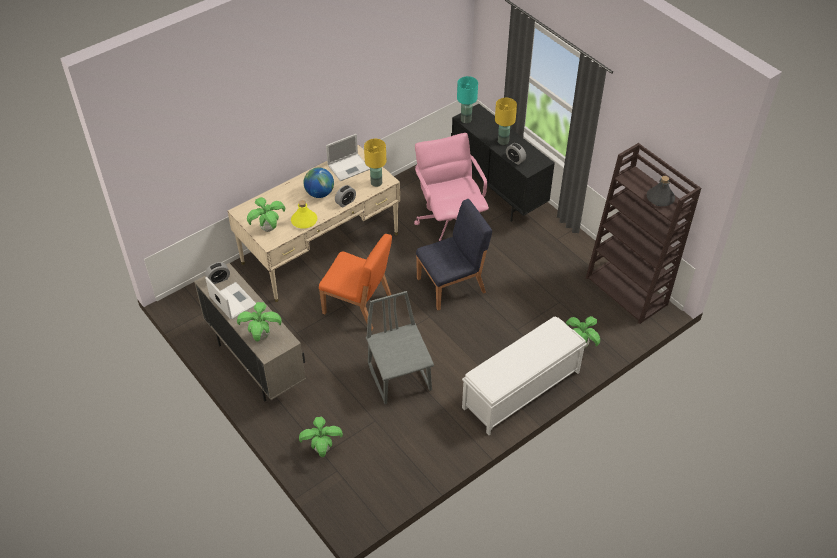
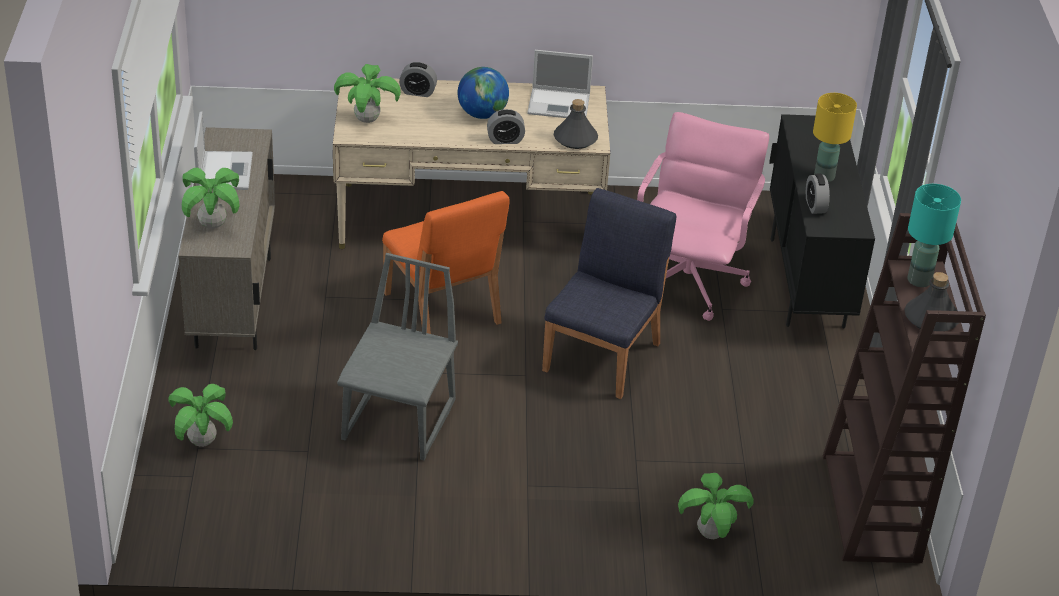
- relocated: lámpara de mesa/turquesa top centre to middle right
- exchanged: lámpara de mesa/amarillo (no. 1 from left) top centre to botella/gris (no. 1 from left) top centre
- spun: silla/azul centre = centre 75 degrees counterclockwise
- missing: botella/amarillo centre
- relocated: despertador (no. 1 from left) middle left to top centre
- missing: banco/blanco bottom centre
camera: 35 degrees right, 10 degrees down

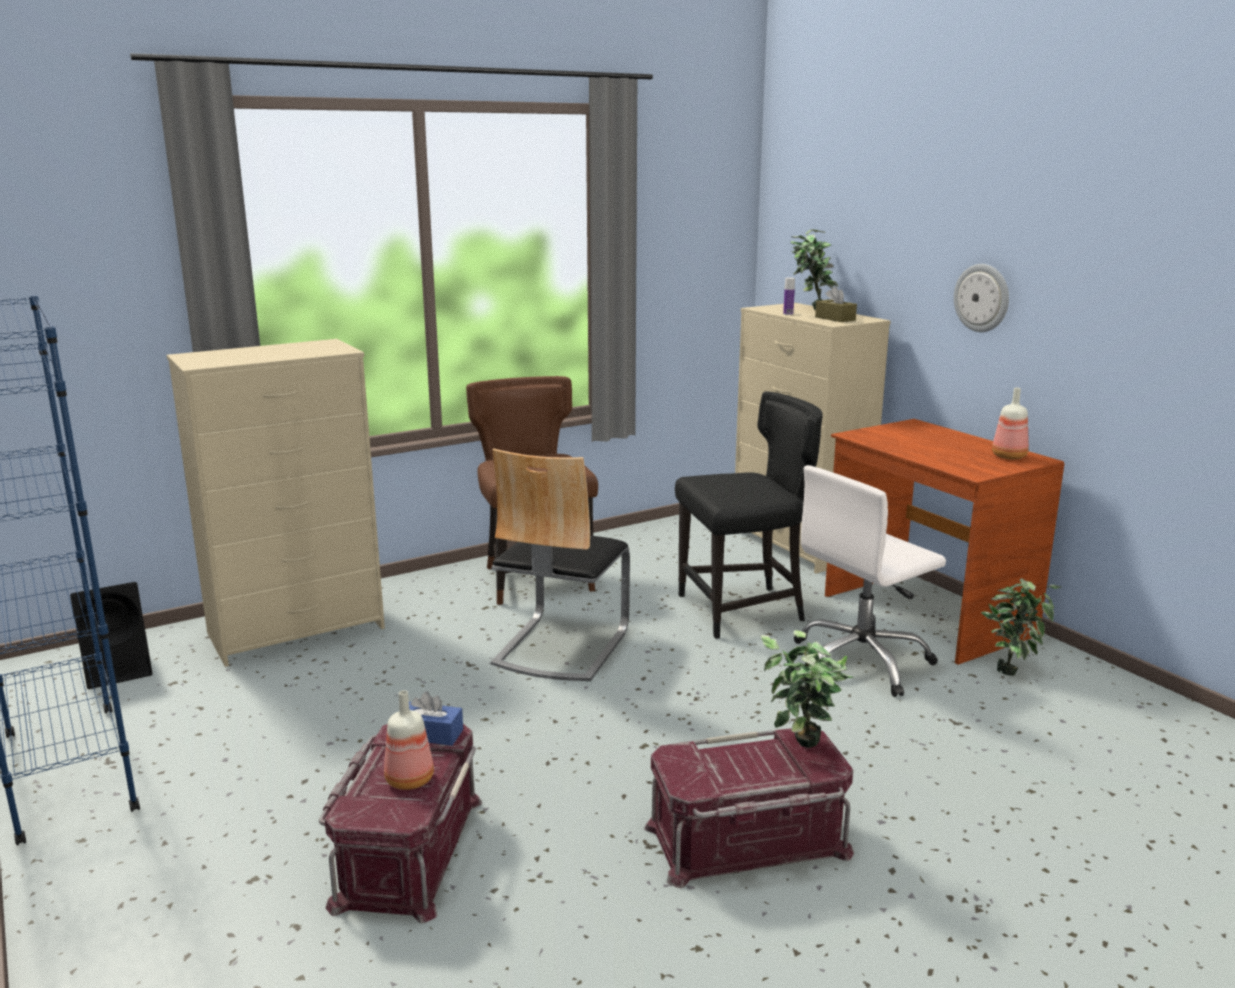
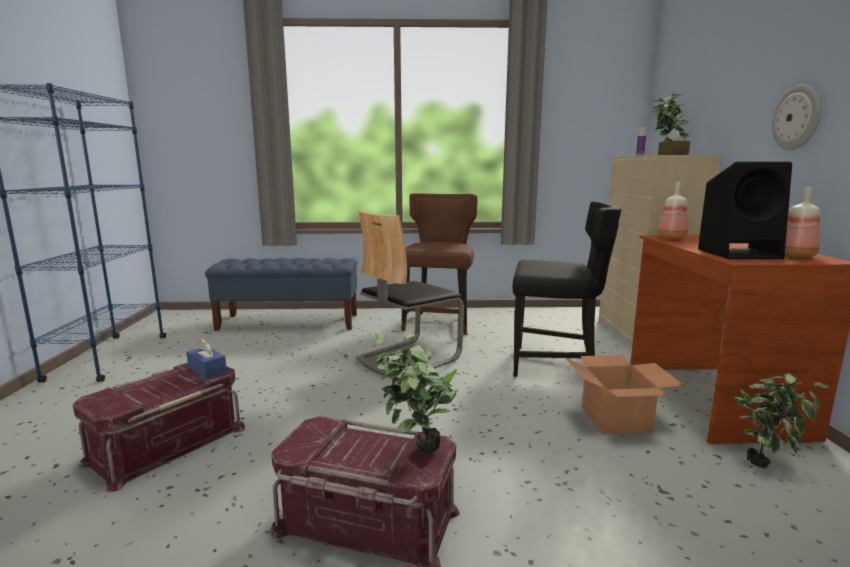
- exchanged: cómoda/beis (no. 1 from left) middle left to banco/azul middle left
- exchanged: silla de oficina/blanco middle right to caja de cartón bottom right
- relocated: altavoz/negro middle left to middle right
- relocated: botella (no. 1 from left in the first image) bottom left to botella (no. 2 from left) middle right
camera: 30 degrees right, 5 degrees down

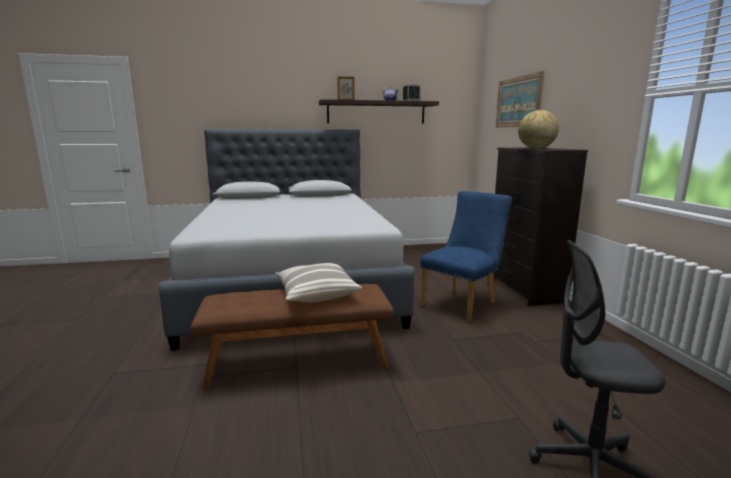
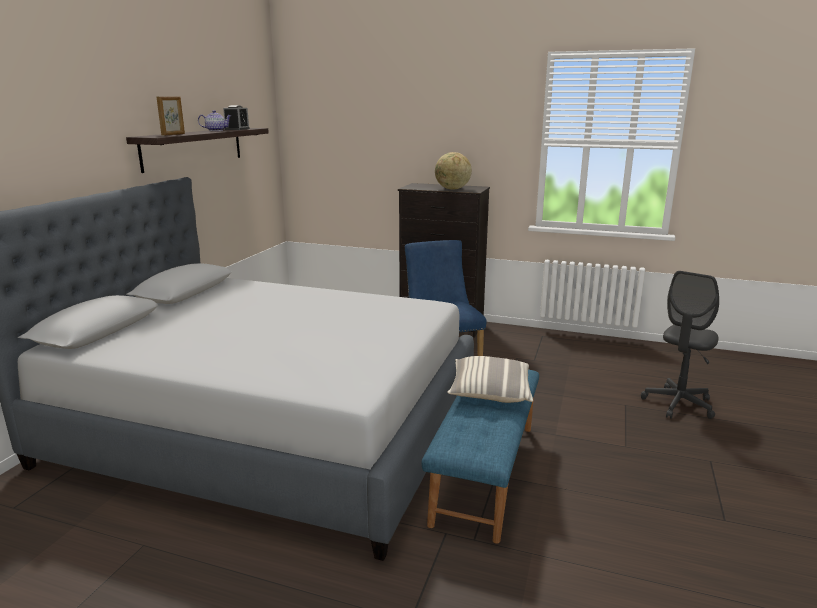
- missing: cuadro top right
- colour: banco/marrón bottom centre to banco/azul bottom centre
camera: 60 degrees left, 5 degrees up

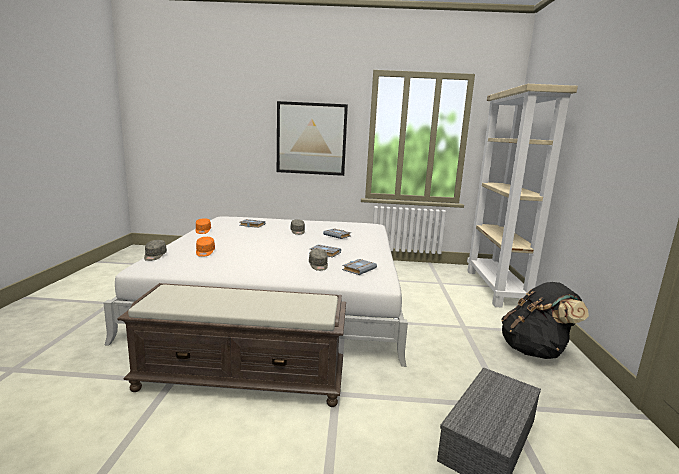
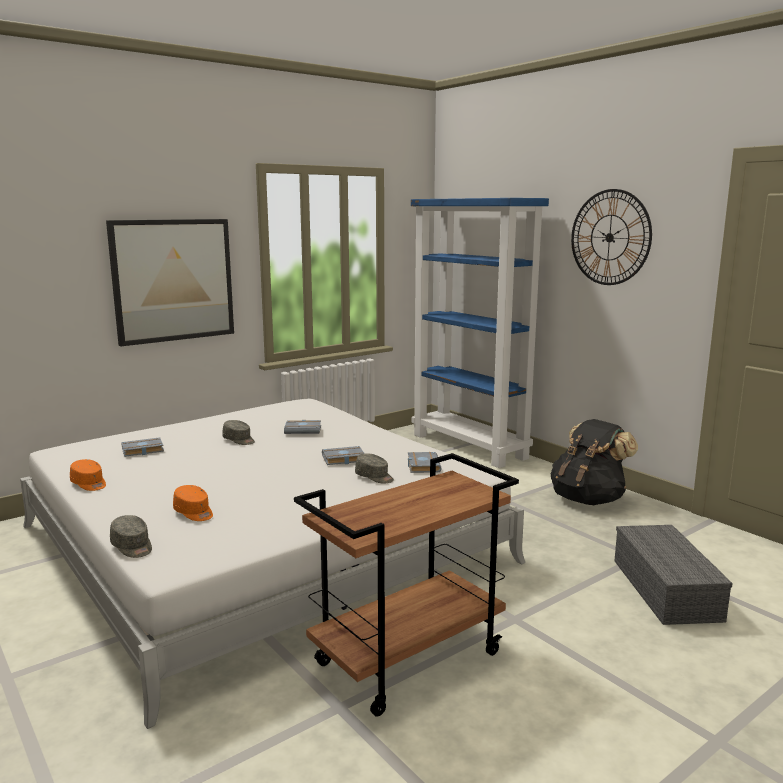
- colour: estantería/beis middle right to estantería/azul centre
- exchanged: banco/marrón bottom centre to carrito/marrón bottom centre
- appeared: reloj de pared top right
camera: 40 degrees left, 0 degrees up

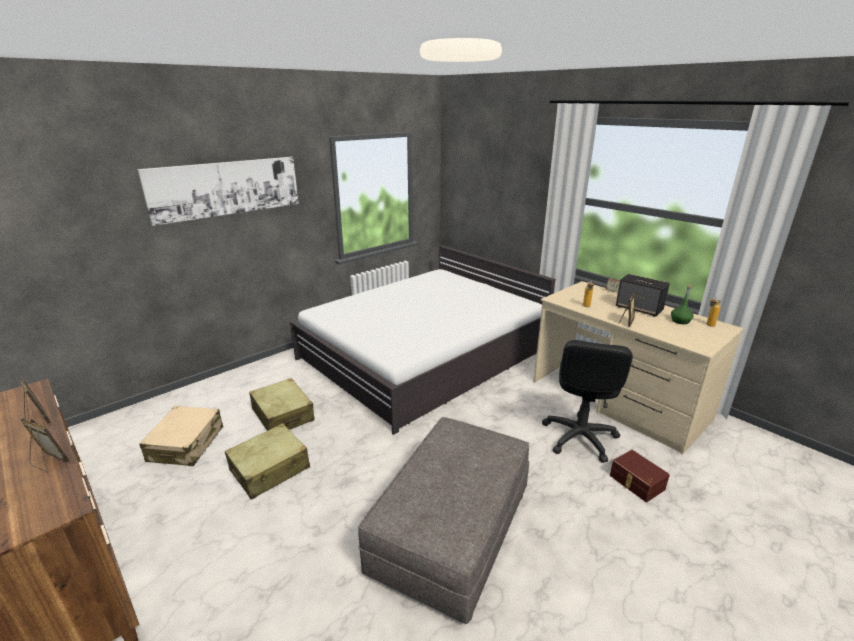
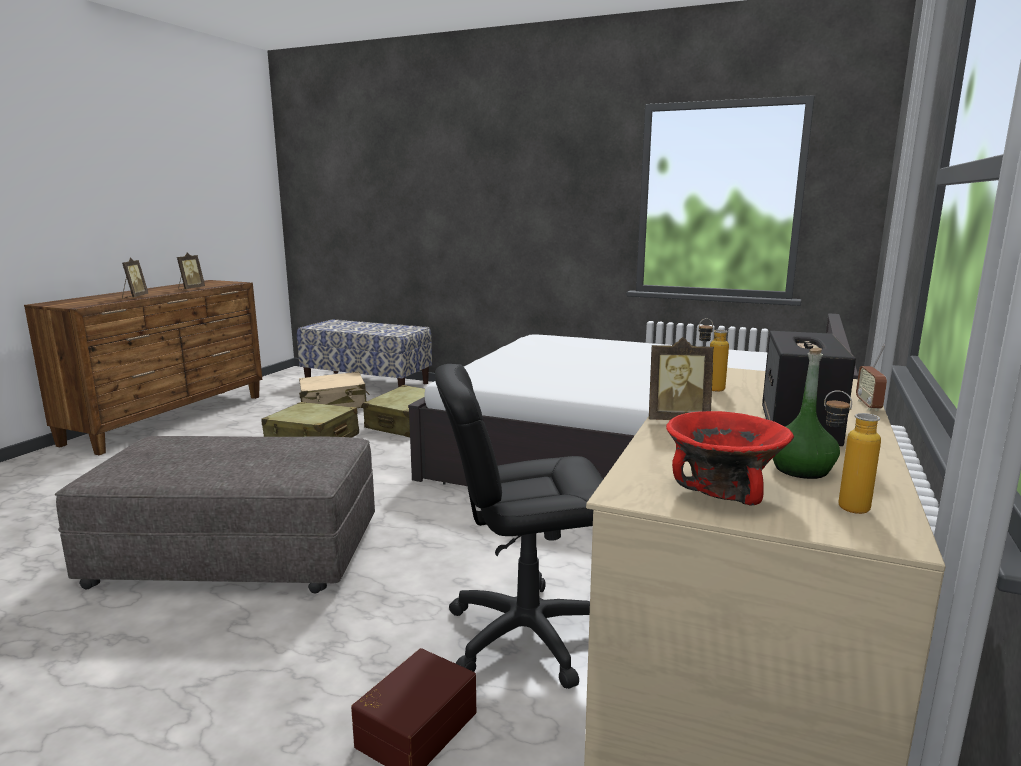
- missing: cuadro top left
- appeared: banco centre
- appeared: cuenco/rojo middle right
camera: 65 degrees right, 10 degrees down

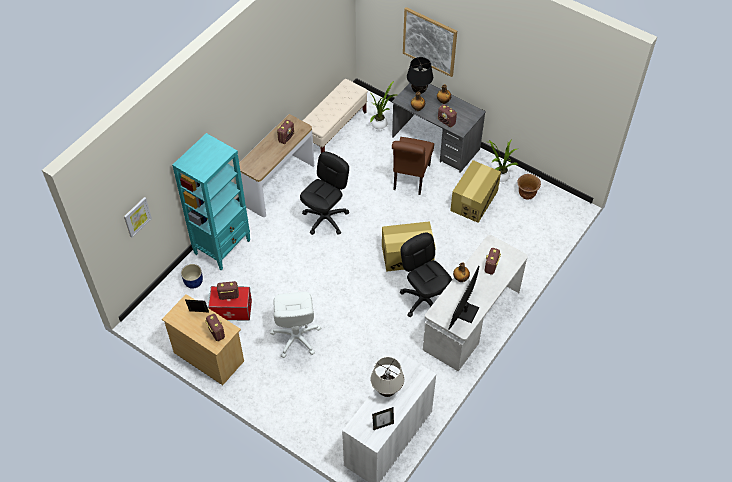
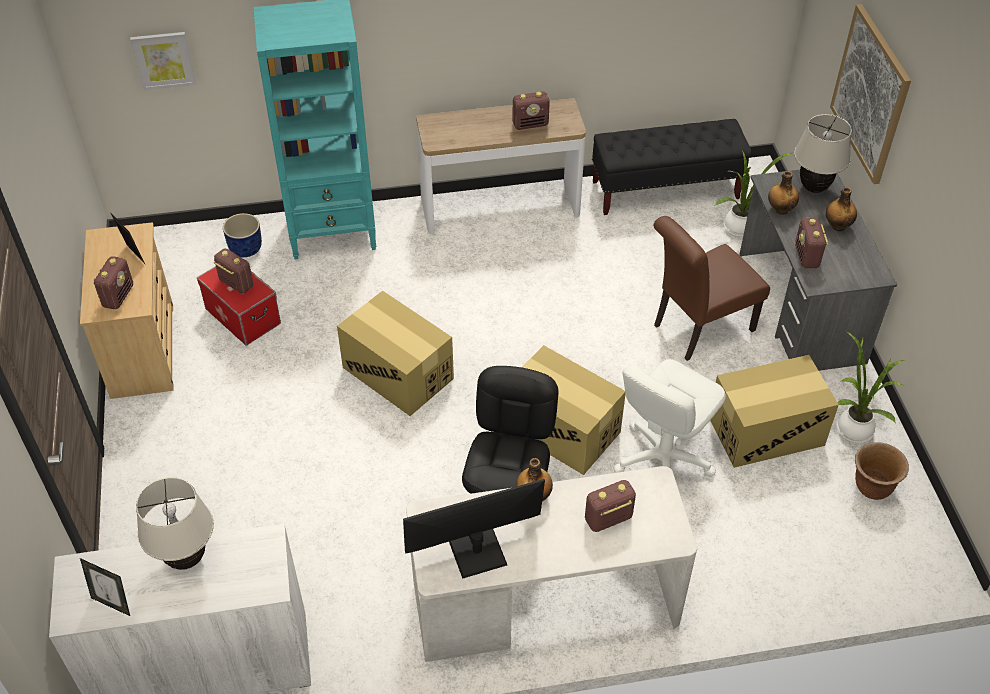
- colour: lámpara de mesa/negro top centre to lámpara de mesa/beis (no. 2 from left) top right
- colour: banco/beis top centre to banco/negro top right
- missing: silla de oficina/negro (no. 1 from left) centre
- relocated: silla de oficina/blanco bottom centre to middle right
- appeared: caja de cartón (no. 1 from left) centre
camera: 45 degrees right, 5 degrees down

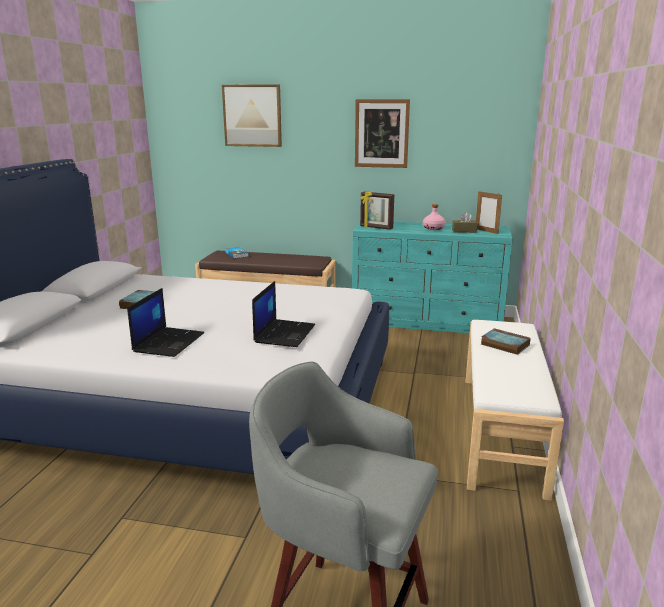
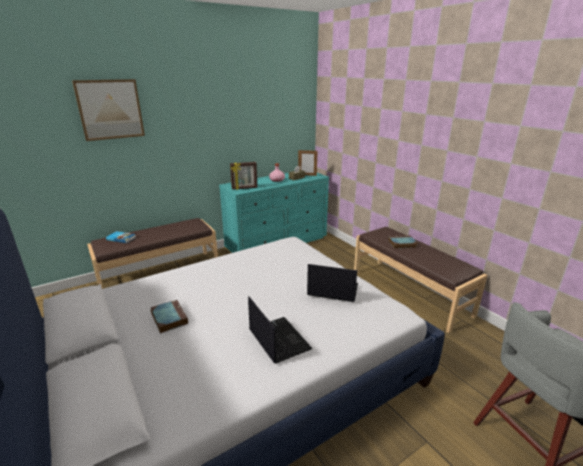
- missing: cuadro (no. 2 from left) top centre
- spun: portátil (no. 2 from left) centre = centre 45 degrees counterclockwise
- colour: banco/blanco bottom right to banco/marrón (no. 2 from left) middle right
camera: 45 degrees left, 5 degrees up

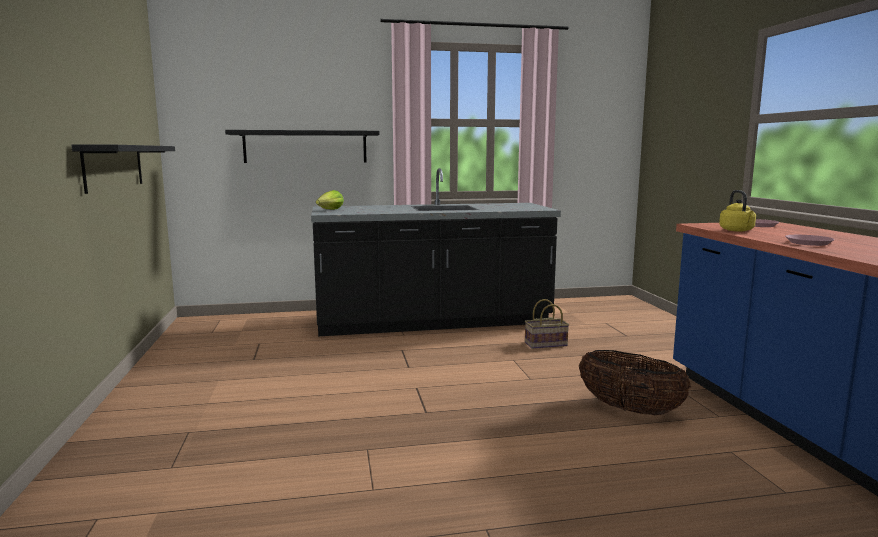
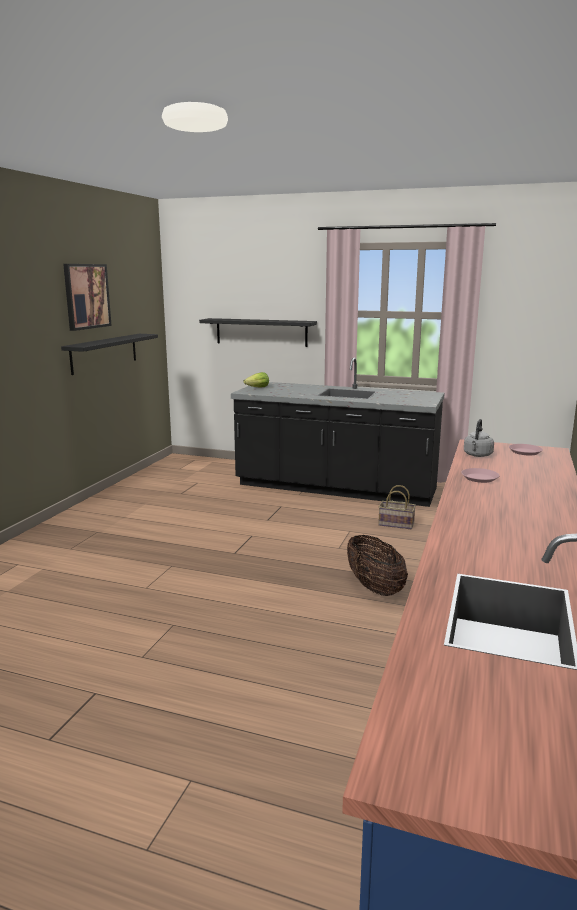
- colour: hervidor/amarillo middle right to hervidor/gris middle right
- appeared: cuadro top left
camera: 30 degrees right, 5 degrees up

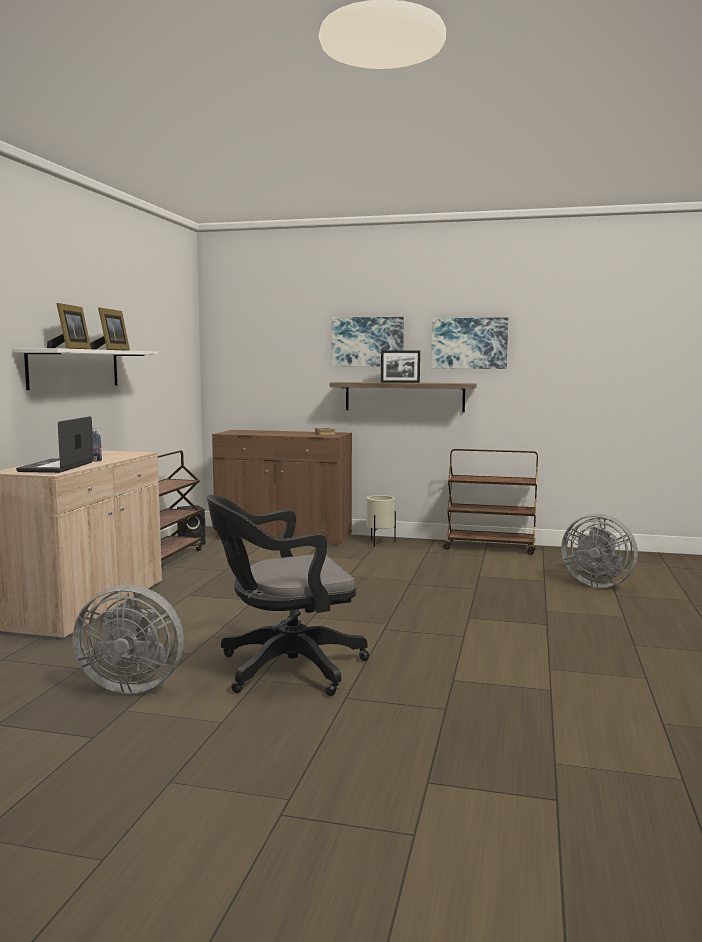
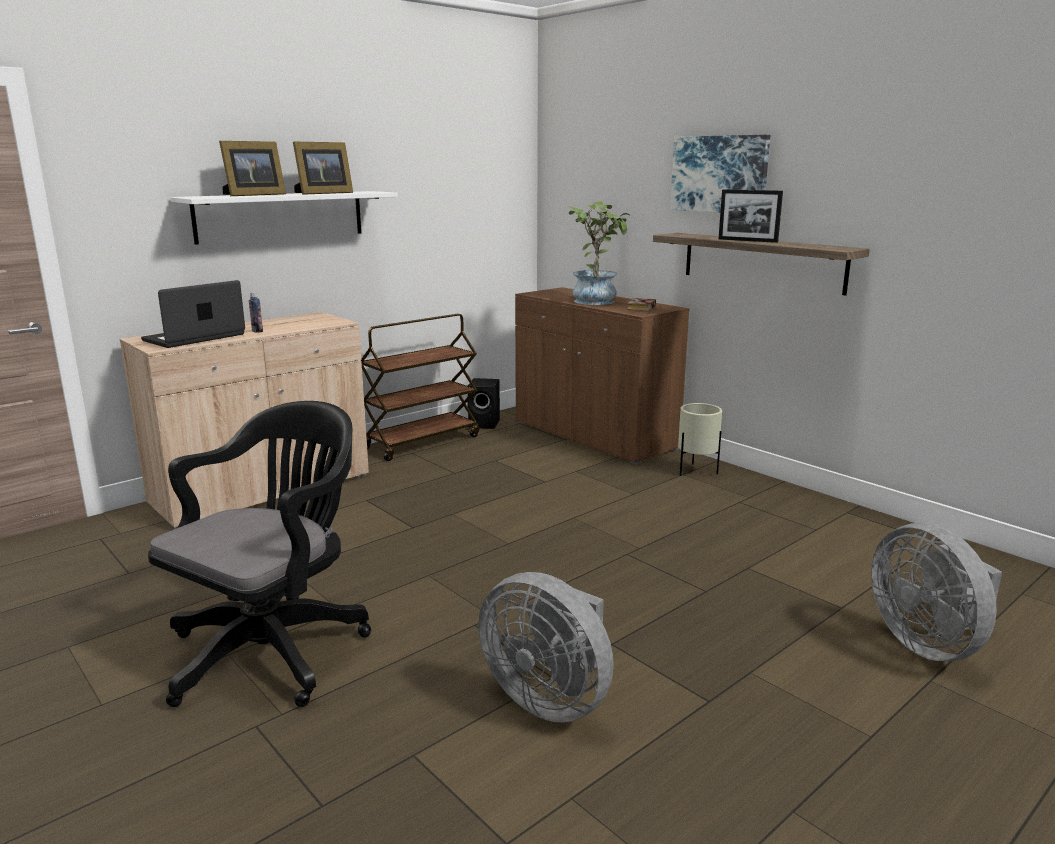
- missing: cuadro (no. 2 from left) middle right
- missing: carrito/marrón (no. 2 from left) middle right
- spun: silla de oficina/negro centre = middle left 105 degrees clockwise
- relocated: ventilador/gris (no. 1 from left) bottom left to bottom centre
- appeared: planta en maceta top centre
camera: 35 degrees right, 10 degrees up

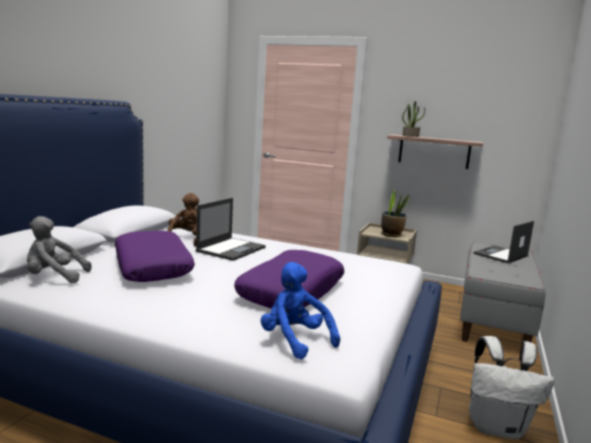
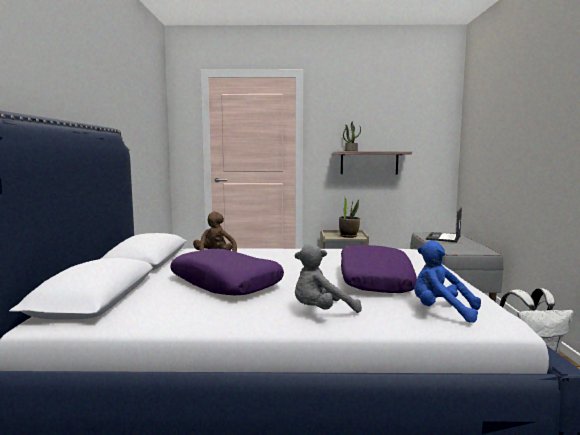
- missing: portátil (no. 1 from left) centre
- relocated: peluche/gris middle left to centre
camera: 20 degrees left, 5 degrees down

